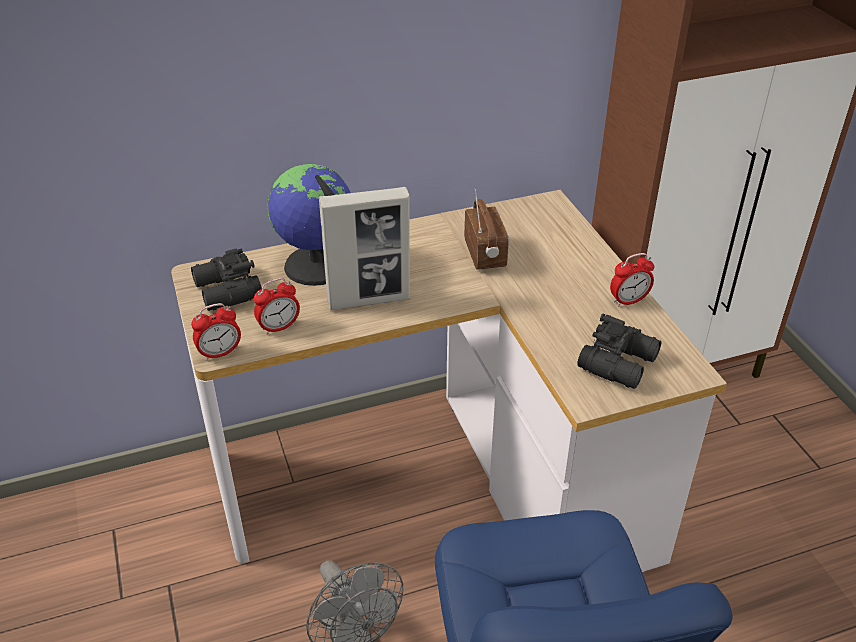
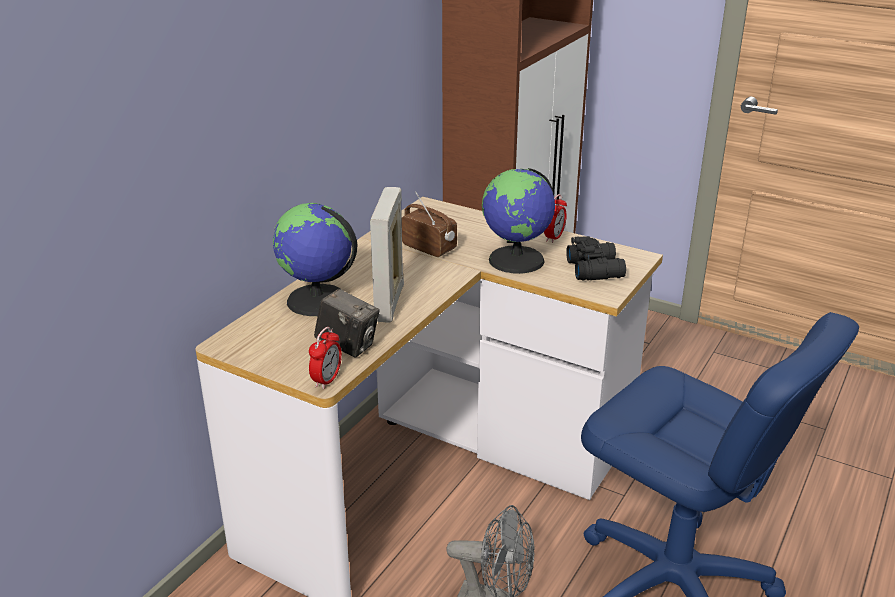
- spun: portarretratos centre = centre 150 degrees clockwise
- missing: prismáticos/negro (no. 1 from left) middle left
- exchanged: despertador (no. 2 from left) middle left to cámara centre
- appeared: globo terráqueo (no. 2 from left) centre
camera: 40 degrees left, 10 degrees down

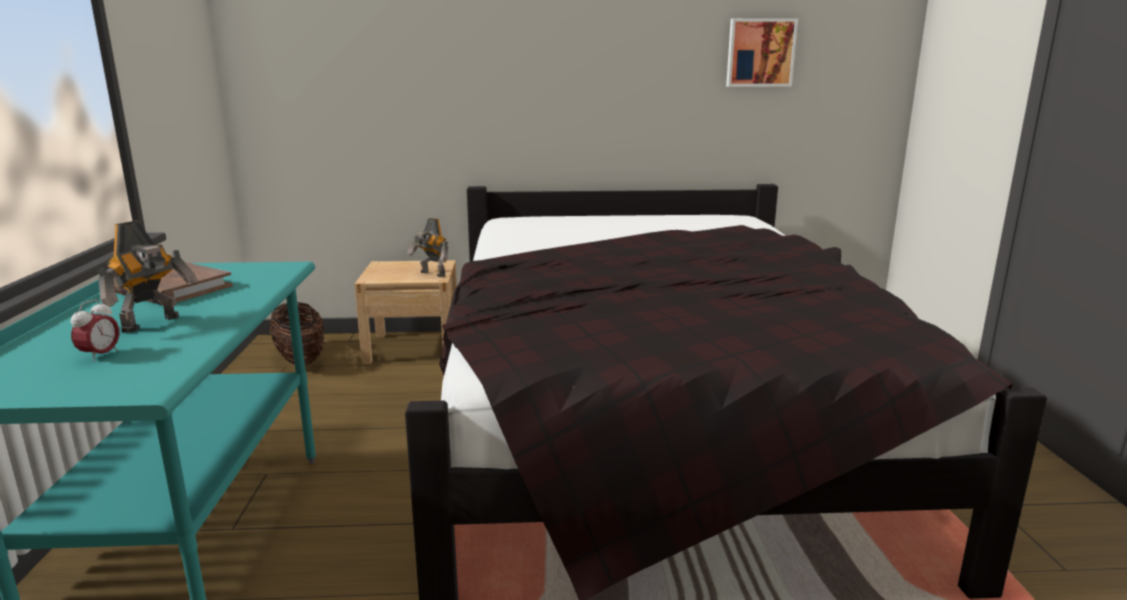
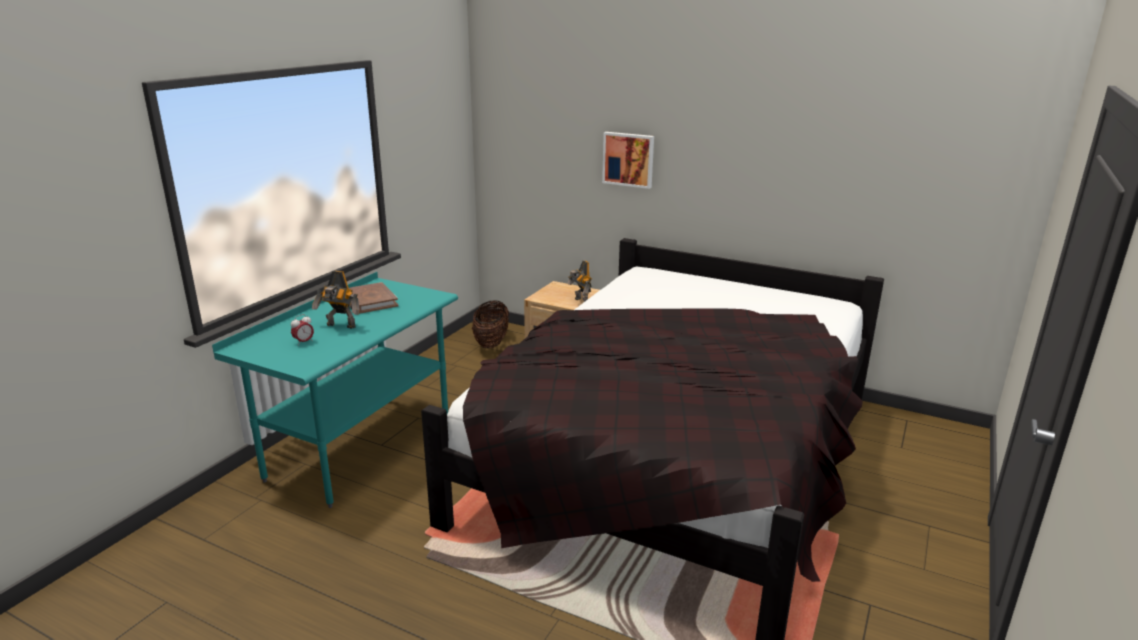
- relocated: cuadro top right to top centre
- spun: robot de juguete (no. 1 from left) middle left = middle left 45 degrees clockwise
camera: 30 degrees right, 5 degrees up

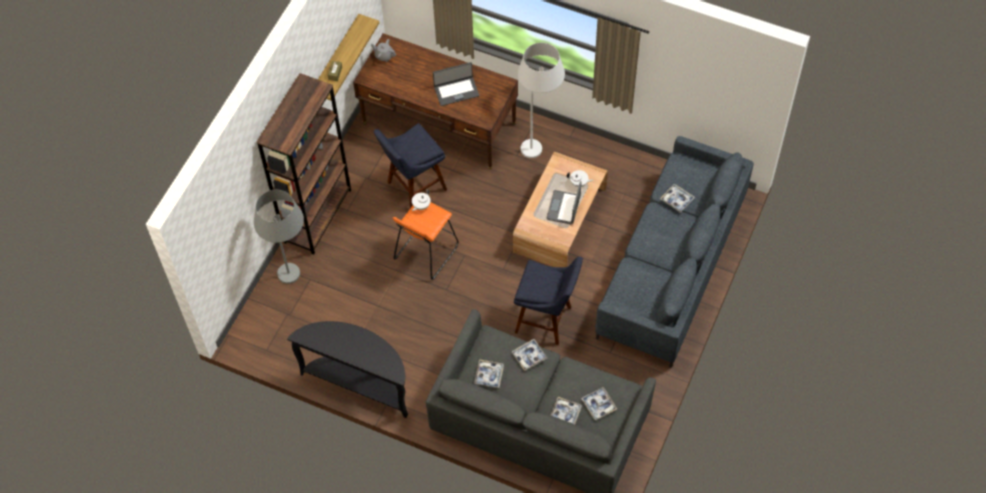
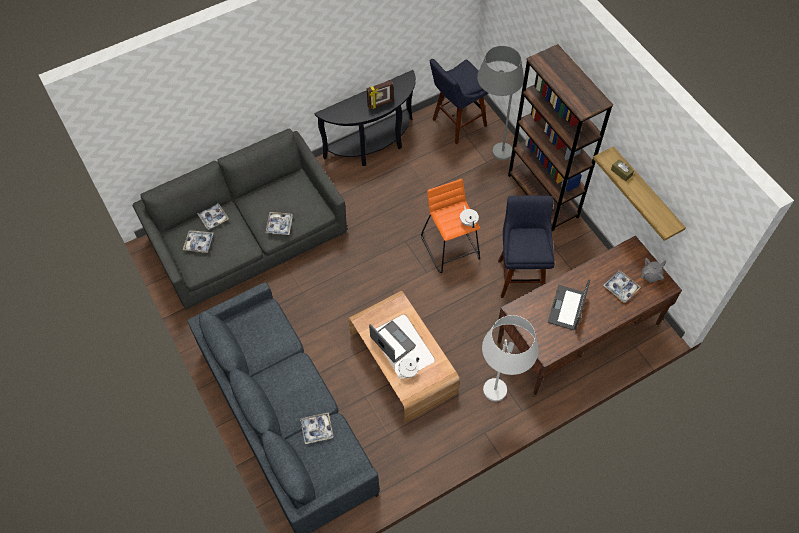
- relocated: taburete/azul (no. 2 from left in the first image) centre to taburete/azul (no. 1 from left) top centre
- relocated: bandeja (no. 1 from left in the first image) bottom centre to bandeja (no. 5 from left) middle right
- appeared: portarretratos top centre
camera: 125 degrees right, 0 degrees up

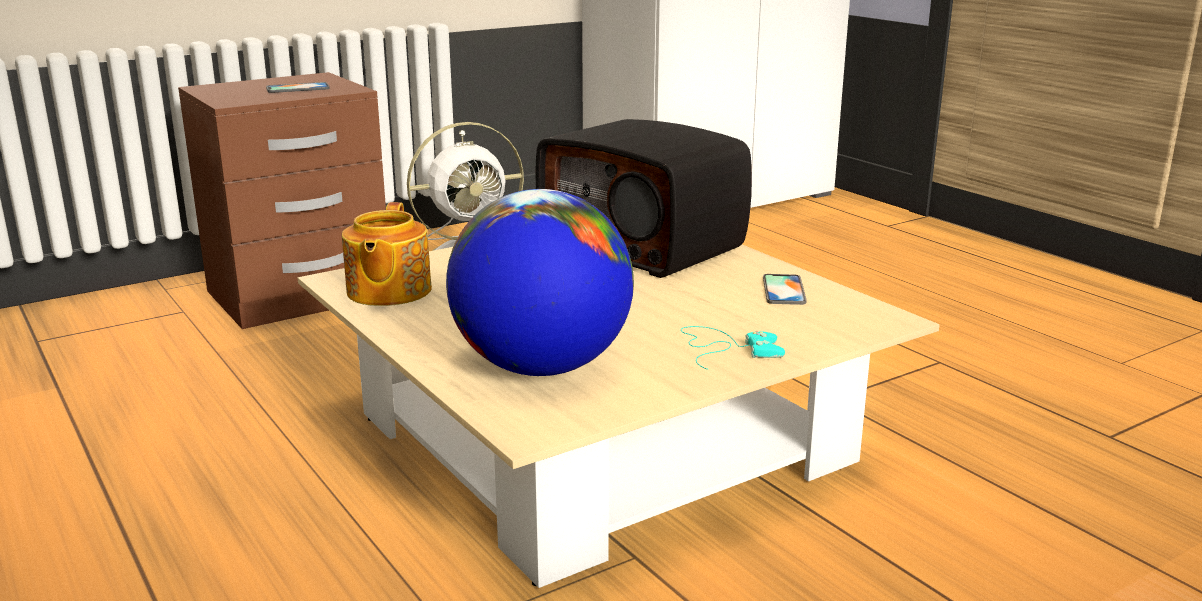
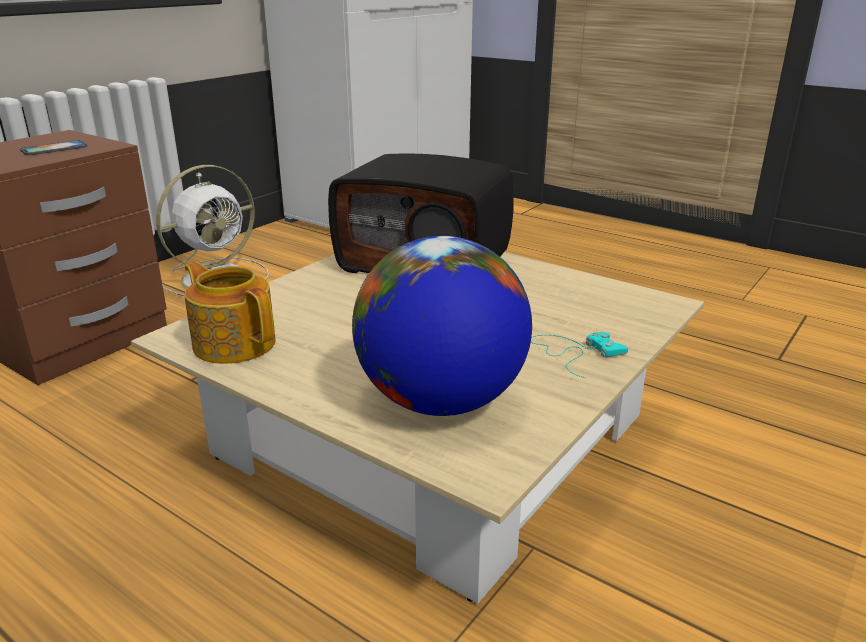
- spun: tetera middle left = middle left 150 degrees clockwise
- missing: móvil (no. 2 from left) centre
camera: 20 degrees left, 5 degrees up

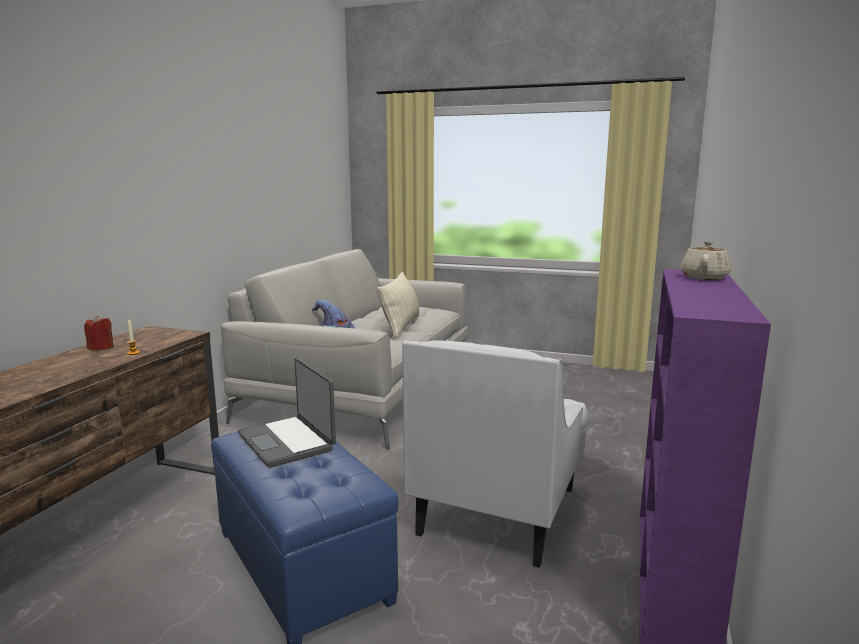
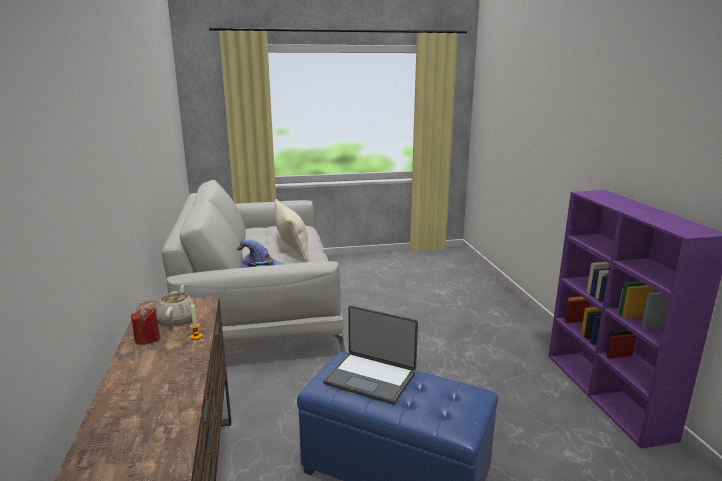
- relocated: tetera/beis middle right to middle left
- missing: sillón/blanco bottom centre
camera: 30 degrees left, 5 degrees up

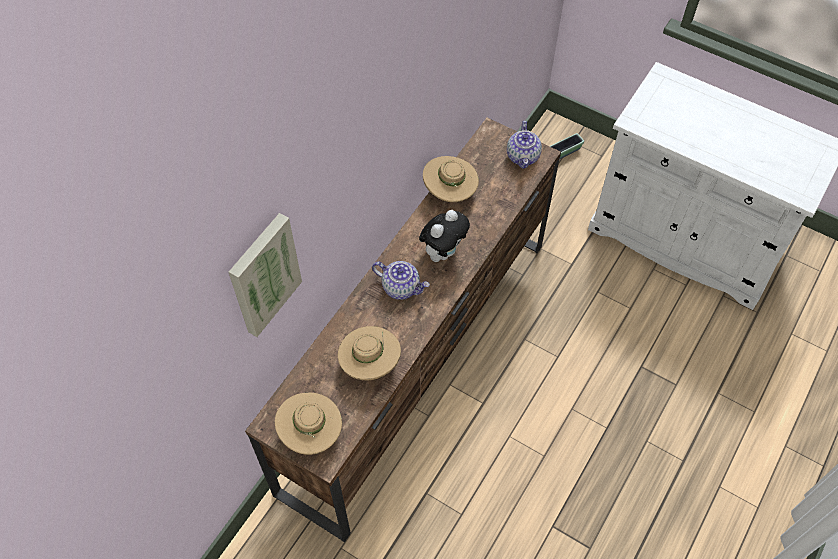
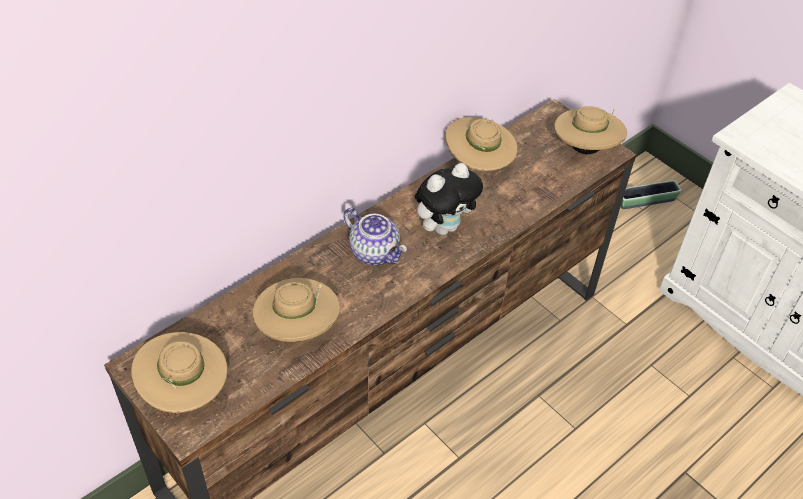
- exchanged: tetera (no. 2 from left) top centre to sombrero/beis (no. 4 from left) top right
- missing: cuadro middle left
camera: 15 degrees right, 10 degrees down

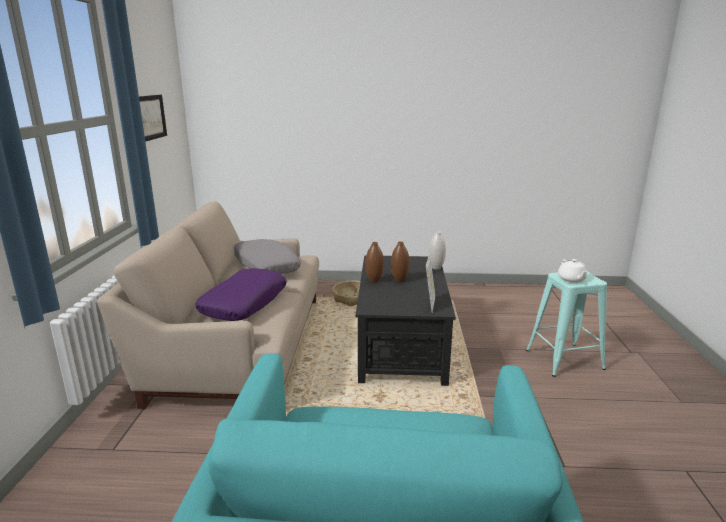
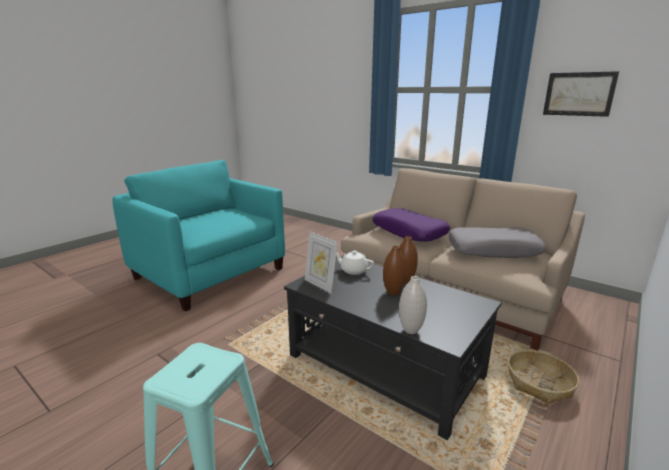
- relocated: tetera/blanco middle right to centre
camera: 125 degrees right, 0 degrees up

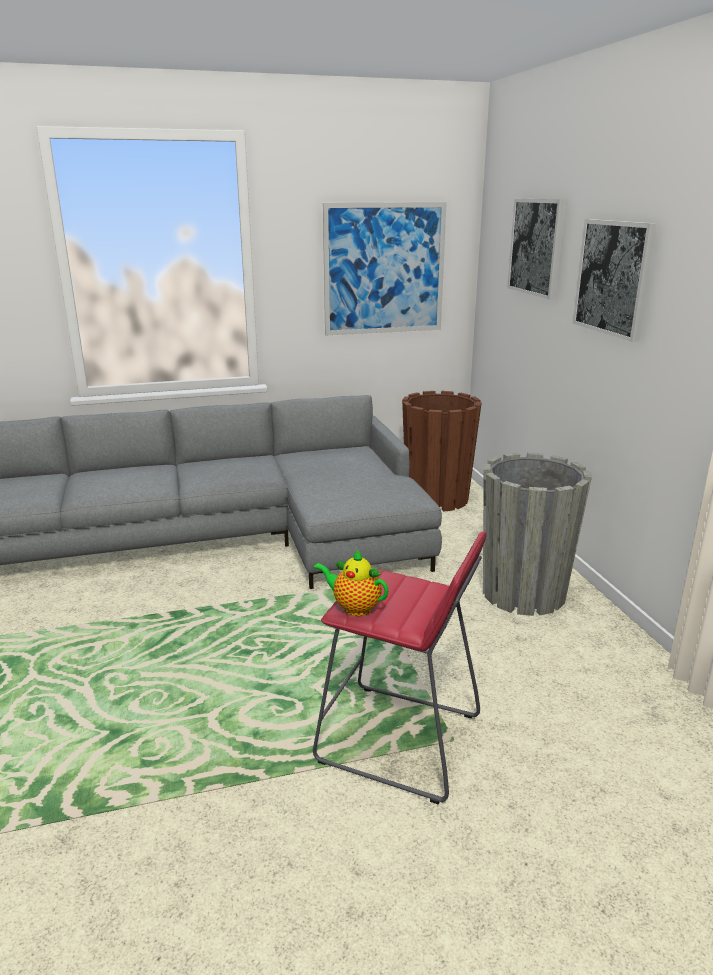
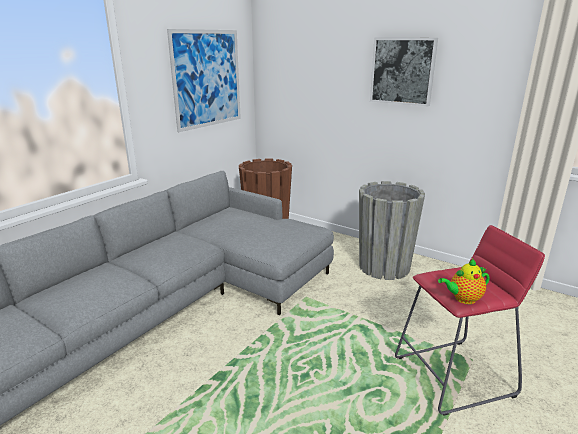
- missing: cuadro (no. 2 from left) top right
camera: 40 degrees left, 0 degrees up

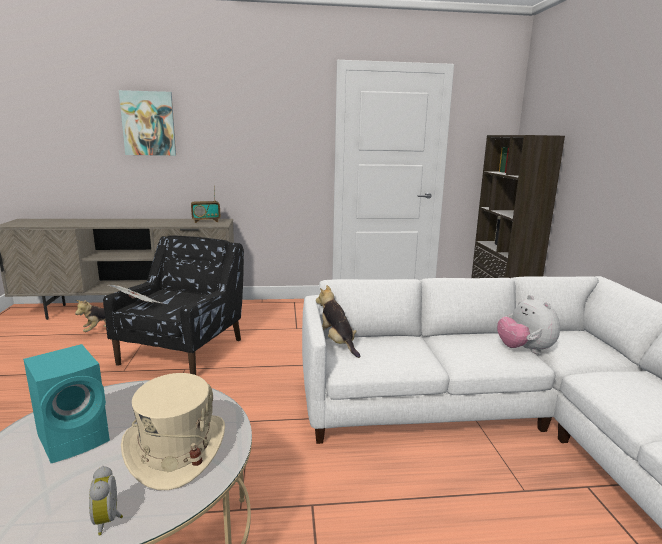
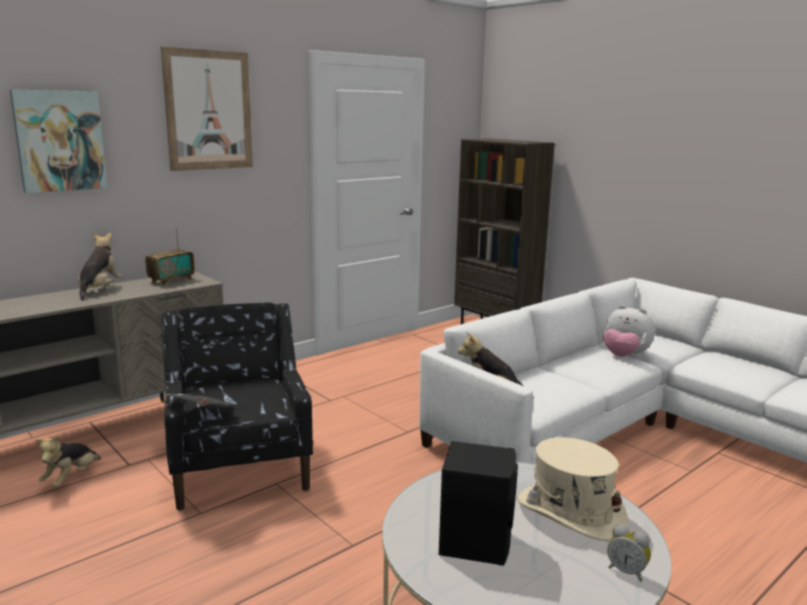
- colour: altavoz/turquesa bottom left to altavoz/negro bottom centre
- appeared: cuadro (no. 2 from left) top left
- appeared: peluche (no. 2 from left) middle left
camera: 35 degrees left, 0 degrees up

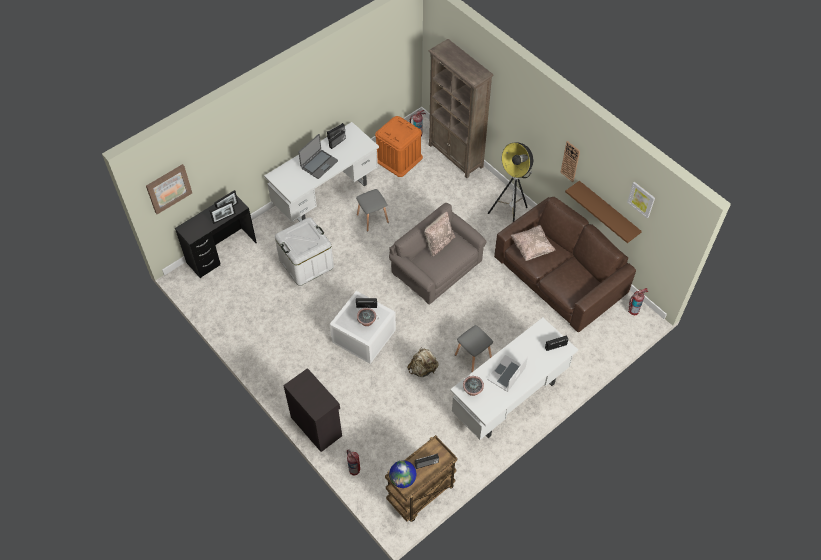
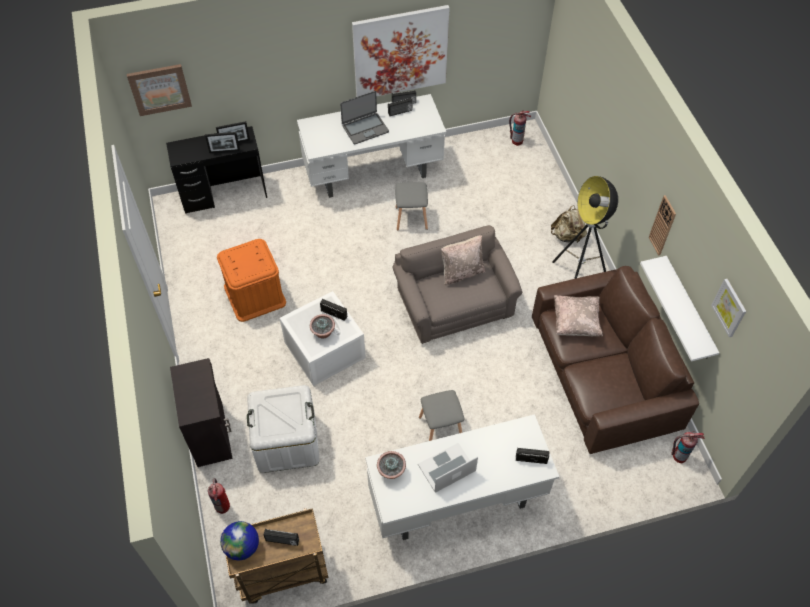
- missing: estantería/marrón top centre
- relocated: caja de almacenaje/naranja top centre to middle left
- colour: estante/marrón middle right to estante/blanco middle right
- relocated: caja de almacenaje/blanco (no. 1 from left) centre to bottom centre
- relocated: mochila/beis centre to middle right
- appeared: cuadro (no. 2 from left) top centre
camera: 25 degrees right, 0 degrees up

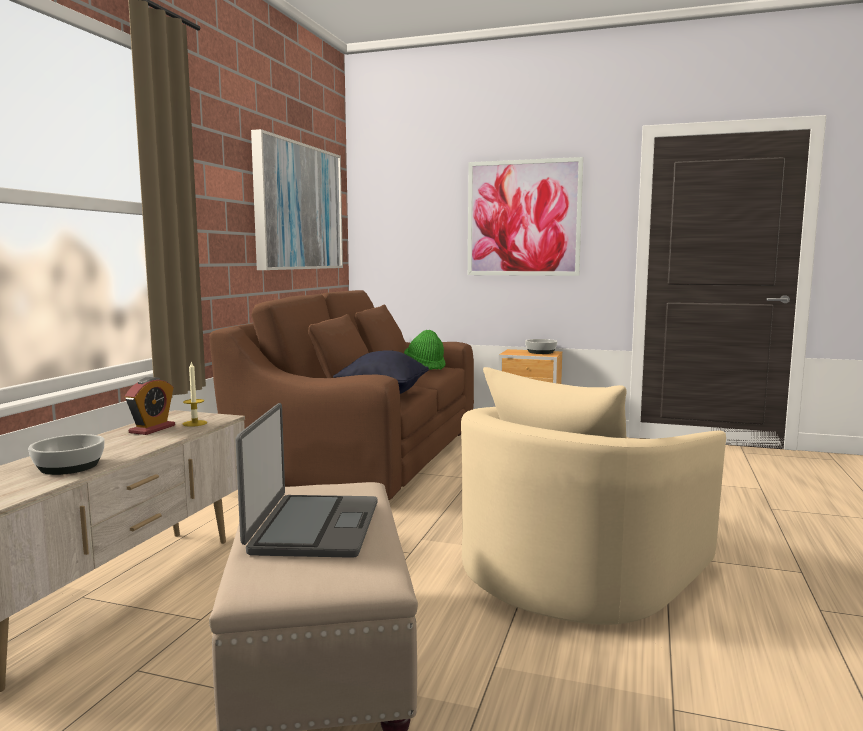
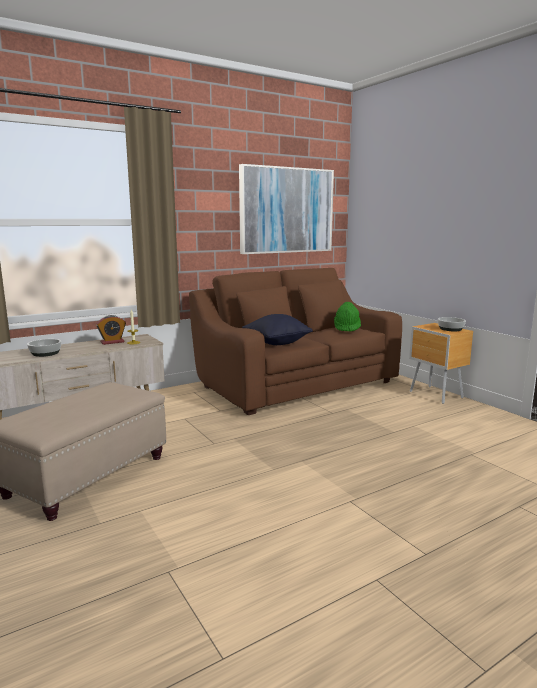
- missing: cuadro (no. 2 from left) top centre
- missing: sillón/beis bottom right
- missing: portátil centre
camera: 40 degrees right, 5 degrees up

